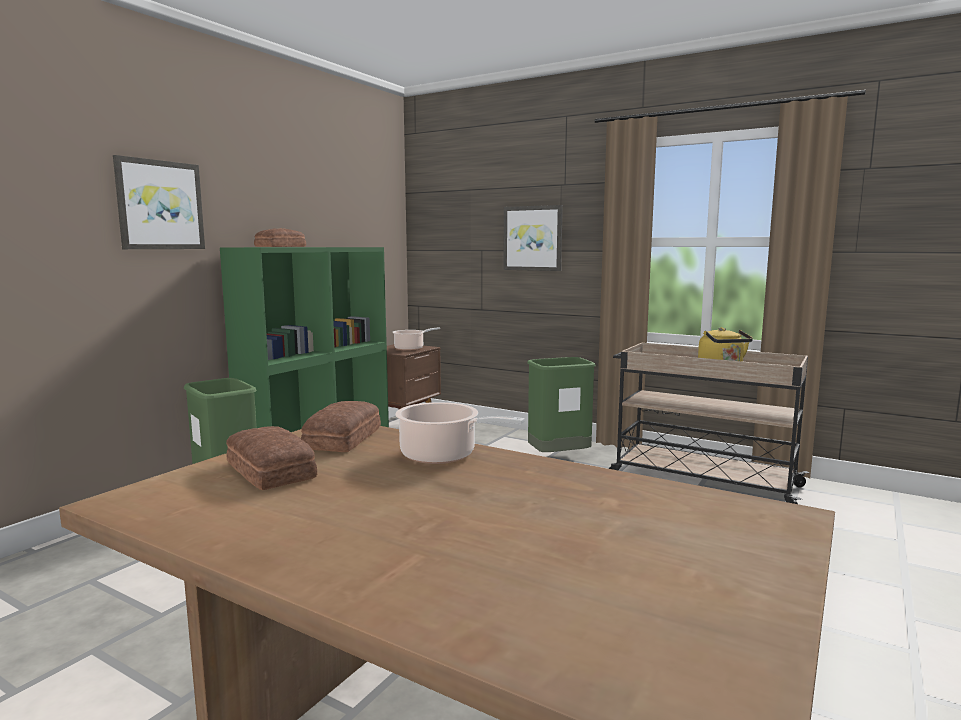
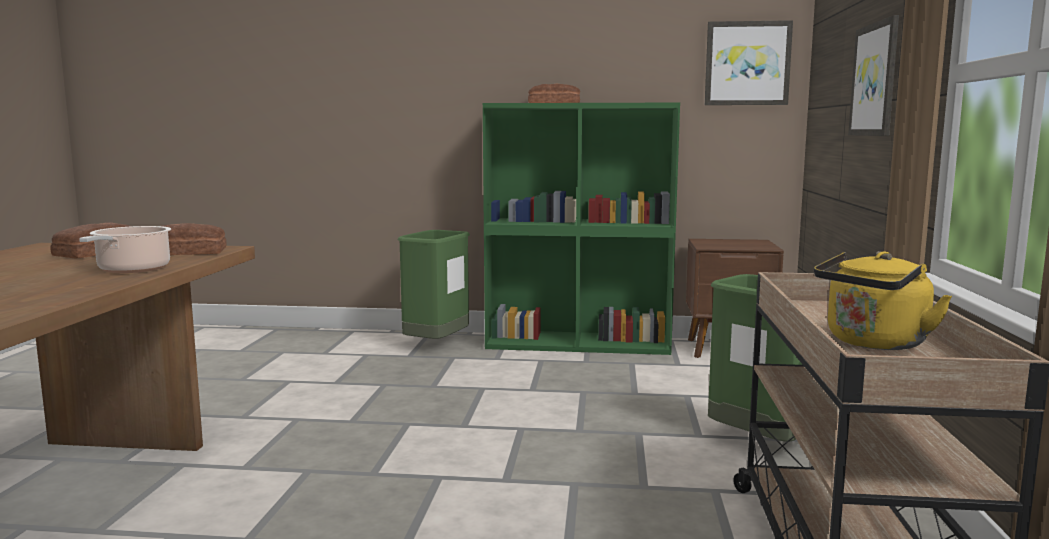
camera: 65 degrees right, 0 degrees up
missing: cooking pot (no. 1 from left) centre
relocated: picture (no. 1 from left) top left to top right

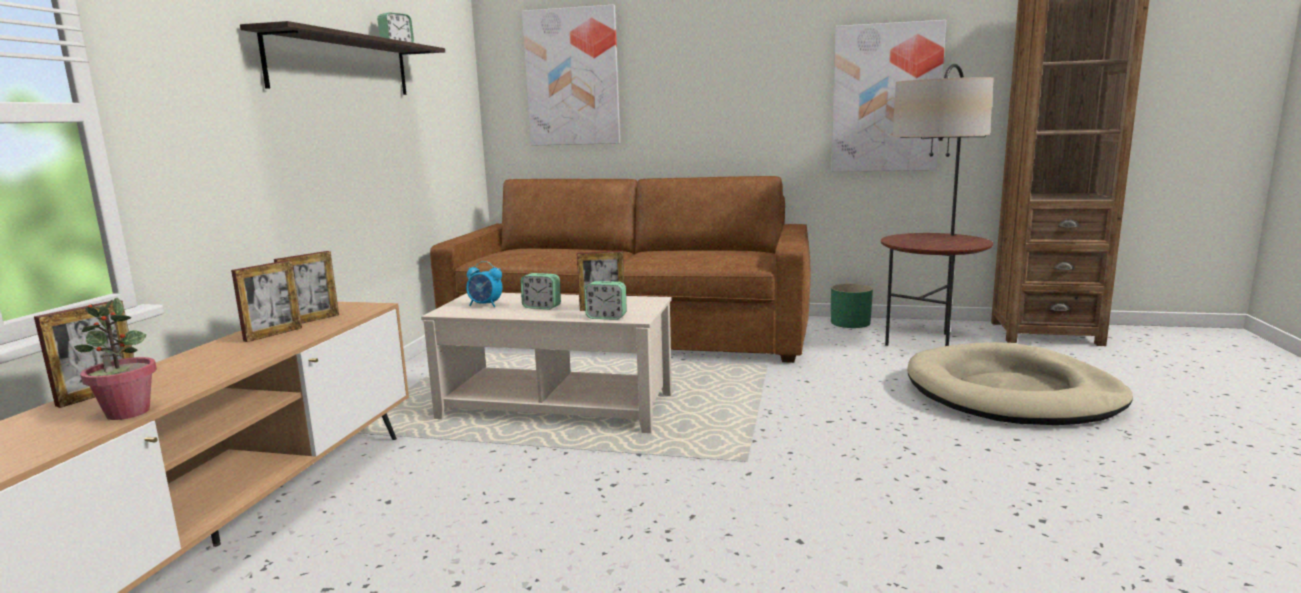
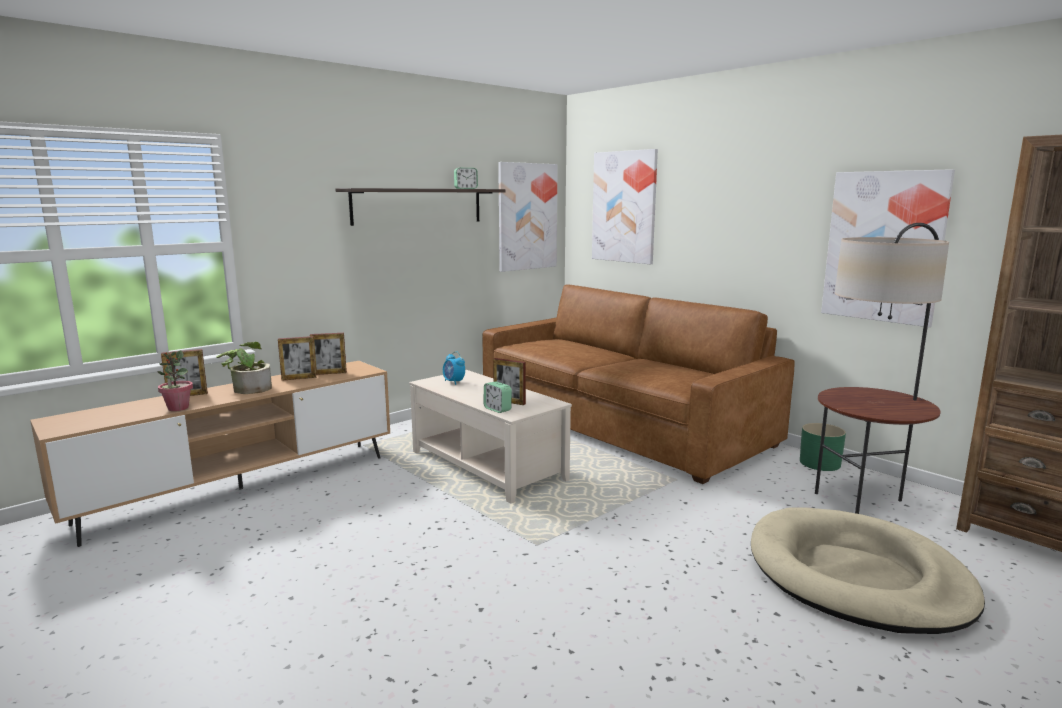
camera: 35 degrees right, 0 degrees up
missing: alarm clock (no. 3 from left) centre
appeared: plant in a pot (no. 2 from left) middle left; picture (no. 1 from left) top centre

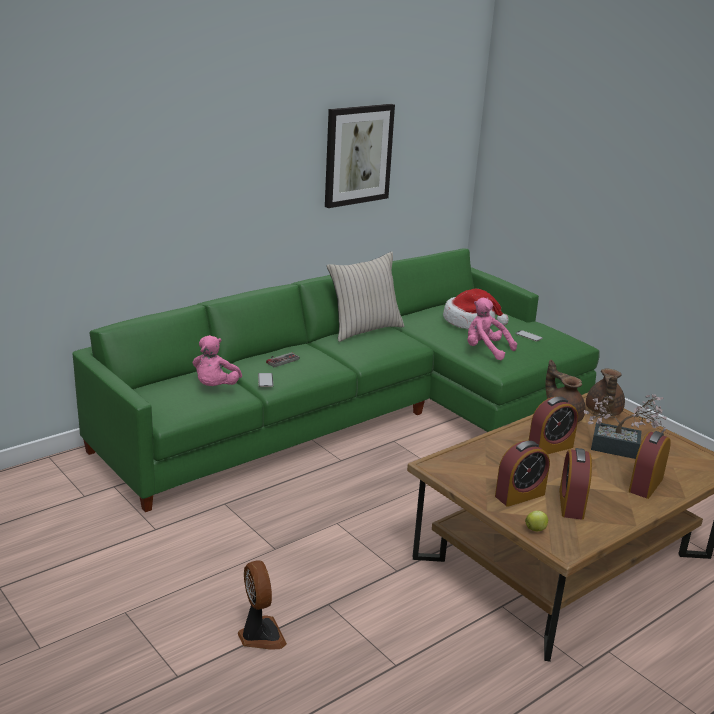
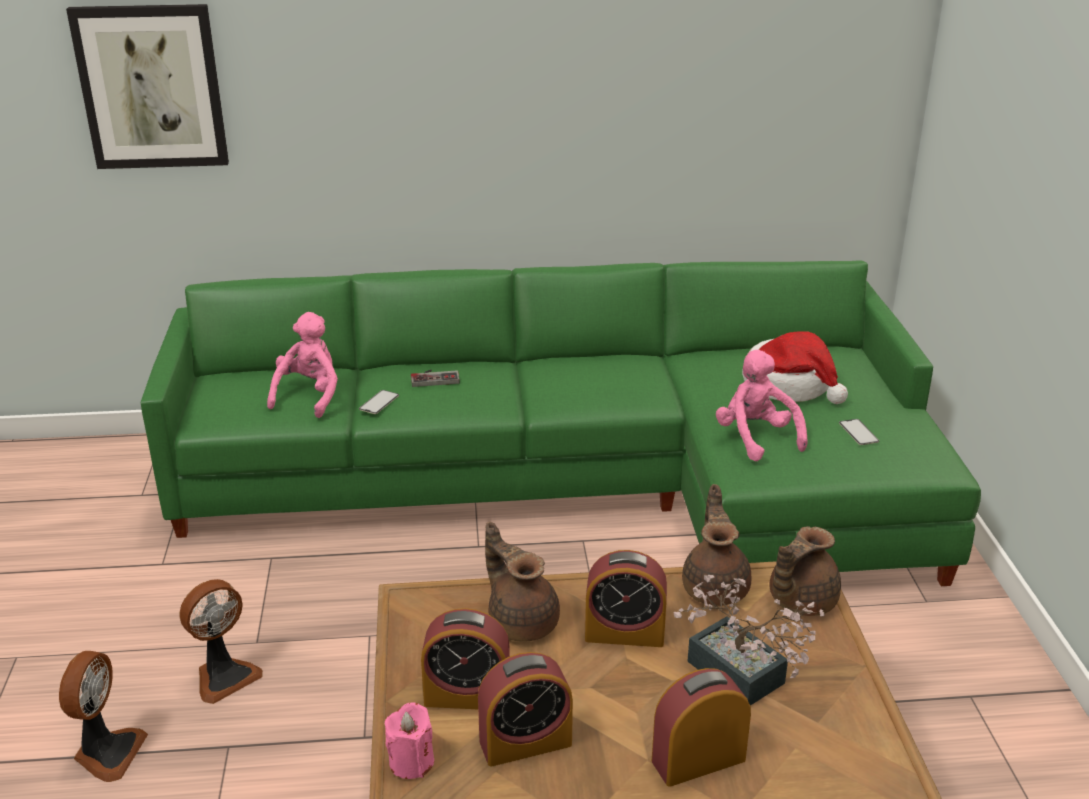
camera: 35 degrees right, 5 degrees up
missing: beige throw pillow centre
appeared: fan (no. 2 from left) bottom left; brown-coloured tea pot (no. 1 from left) bottom centre
relocated: picture top centre to top left
exchanged: apple fruit bottom right to pinkish wax light bottom centre
spun: pinkish plush toy (no. 1 from left) middle left = middle left 150 degrees clockwise; alarm clock (no. 3 from left in the first image) bottom right = bottom centre 150 degrees counterclockwise

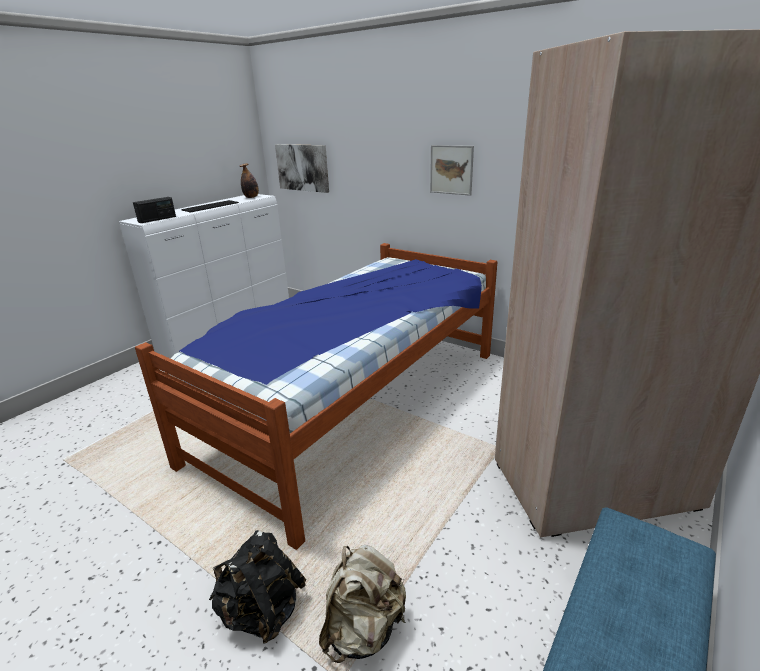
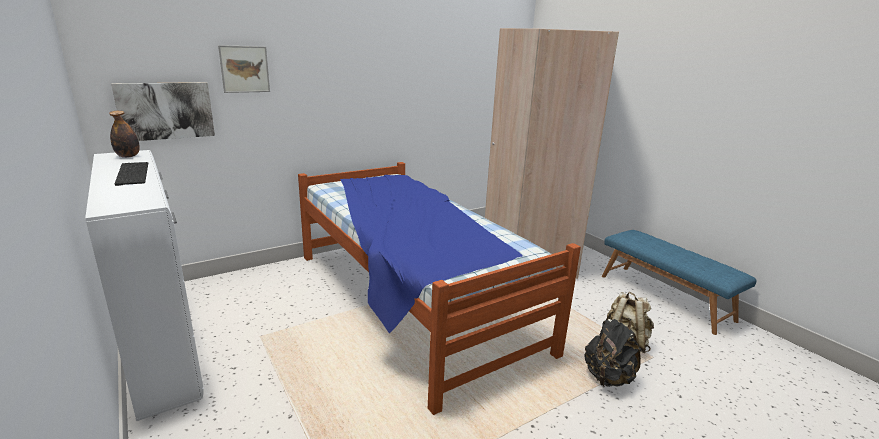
camera: 70 degrees left, 5 degrees down
missing: radio receiver top left
relocated: picture (no. 2 from left) top centre to top left

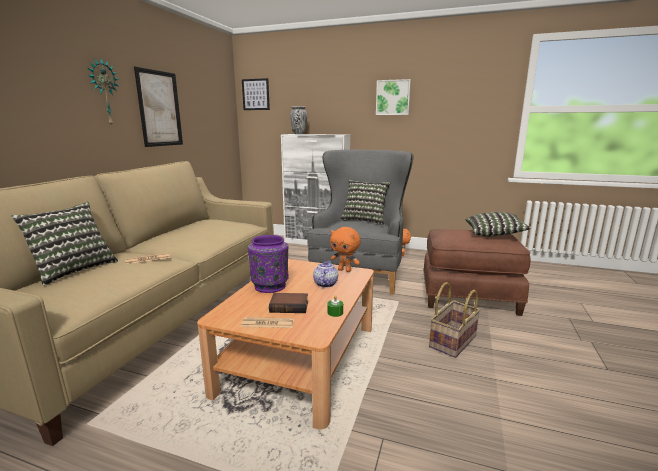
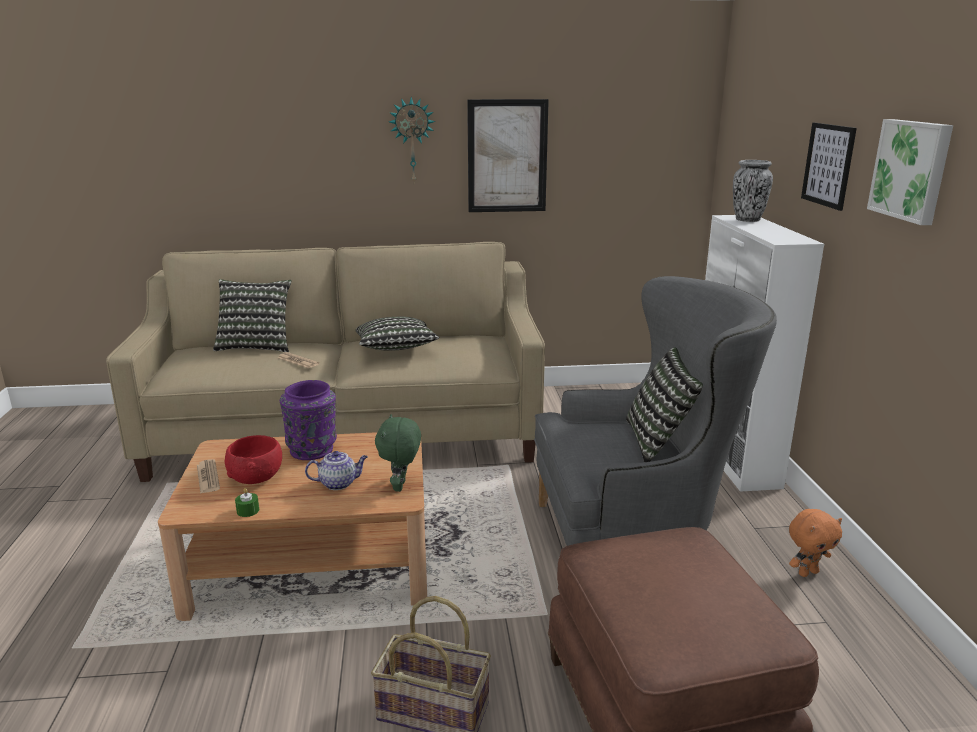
camera: 65 degrees right, 5 degrees up
relocated: picture (no. 2 from left) top centre to top right; throw pillow (no. 3 from left in the first image) middle right to throw pillow (no. 2 from left) centre
exchanged: book centre to red-coloured deep dish middle left
colour: orangey plush toy (no. 1 from left) centre to green-coloured plush toy centre

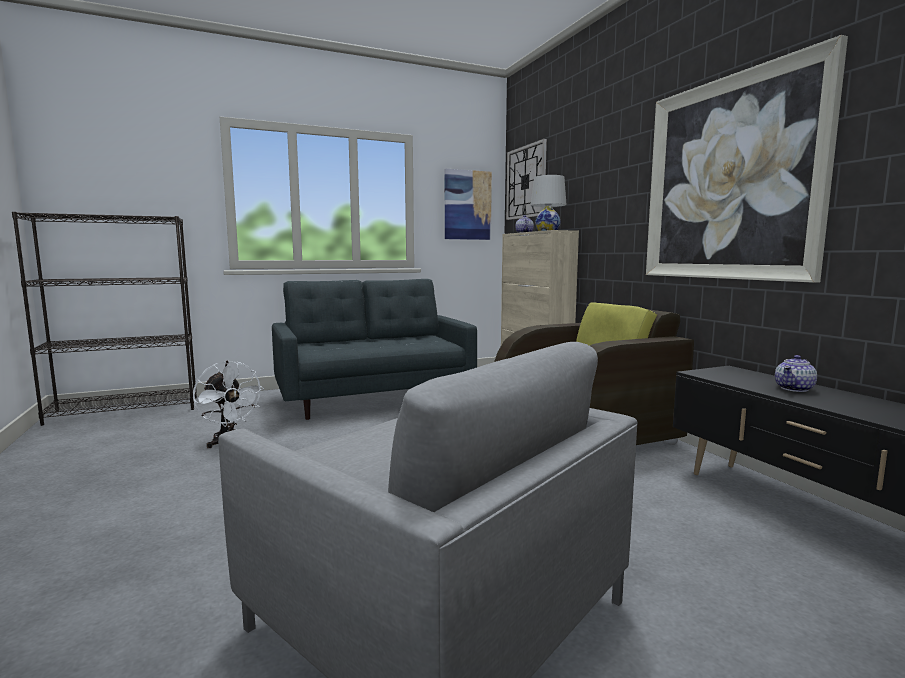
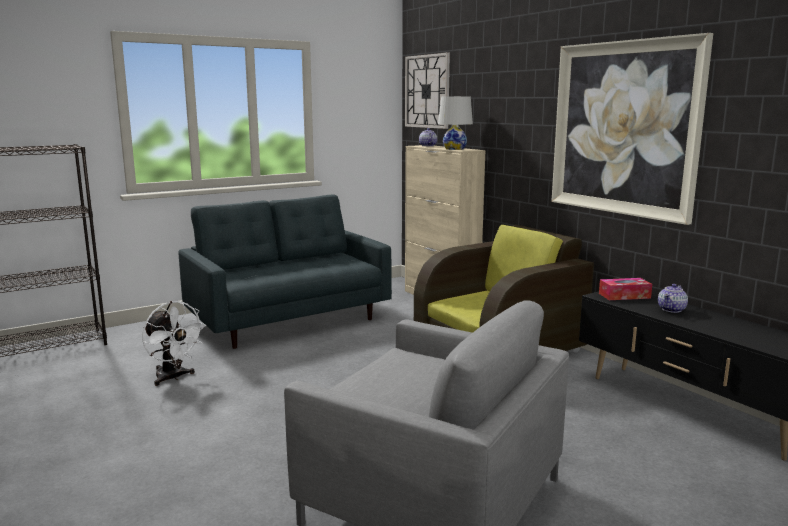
camera: 10 degrees left, 5 degrees up
missing: picture (no. 1 from left) top centre
appeared: tissue box middle right

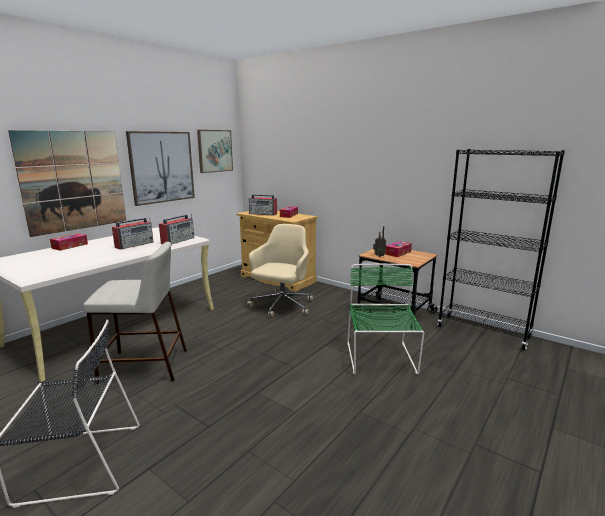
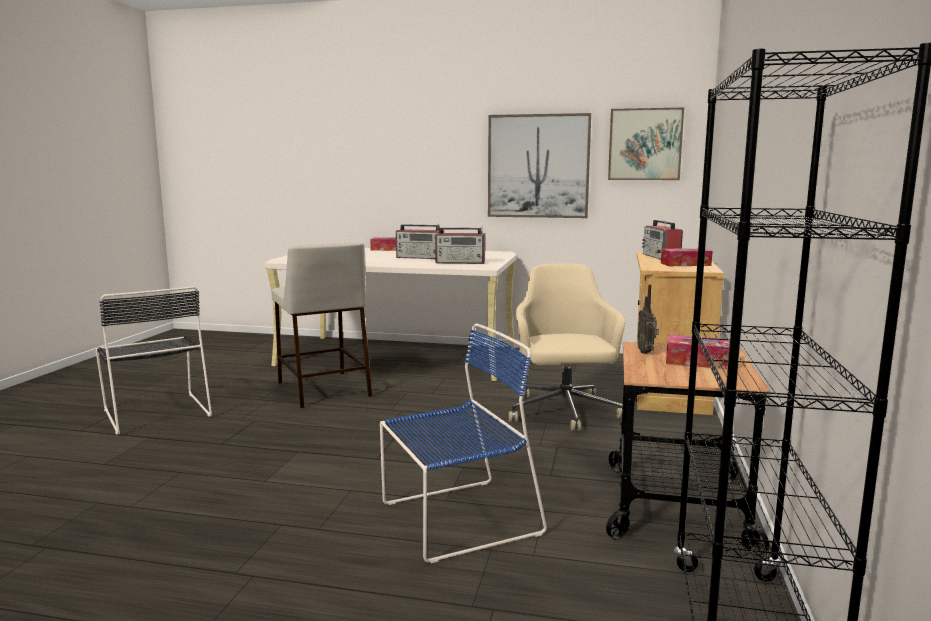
camera: 65 degrees right, 5 degrees down
missing: picture (no. 1 from left) middle left
colour: green-coloured chair centre to blue chair bottom centre
spun: beige computer chair centre = centre 90 degrees counterclockwise

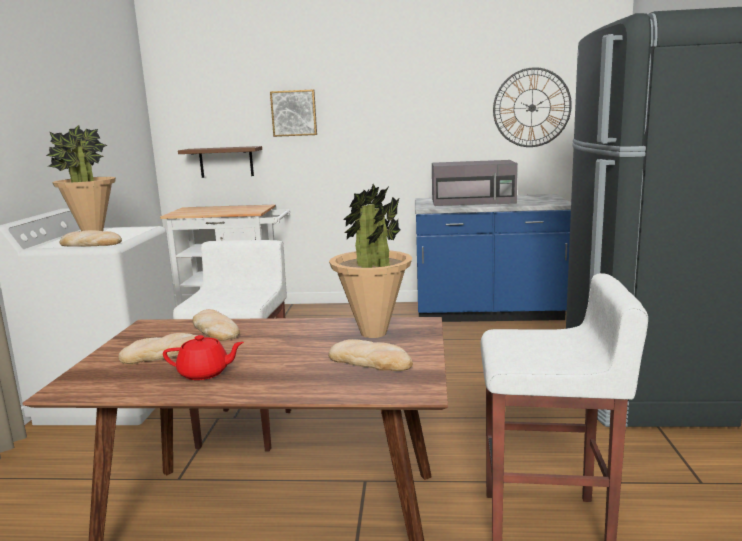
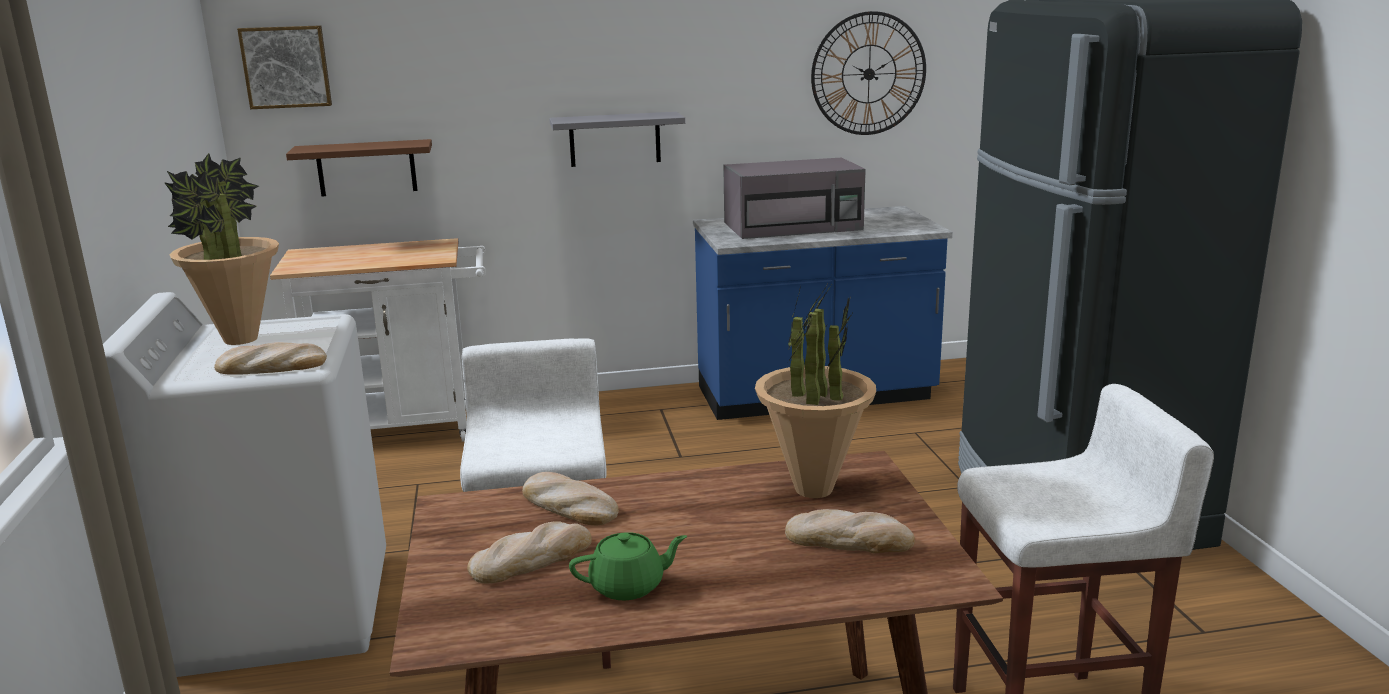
camera: 15 degrees left, 5 degrees up
appeared: grey bracket shelf top centre
relocated: picture top centre to top left
colour: red-coloured tea pot middle left to green-coloured tea pot bottom centre

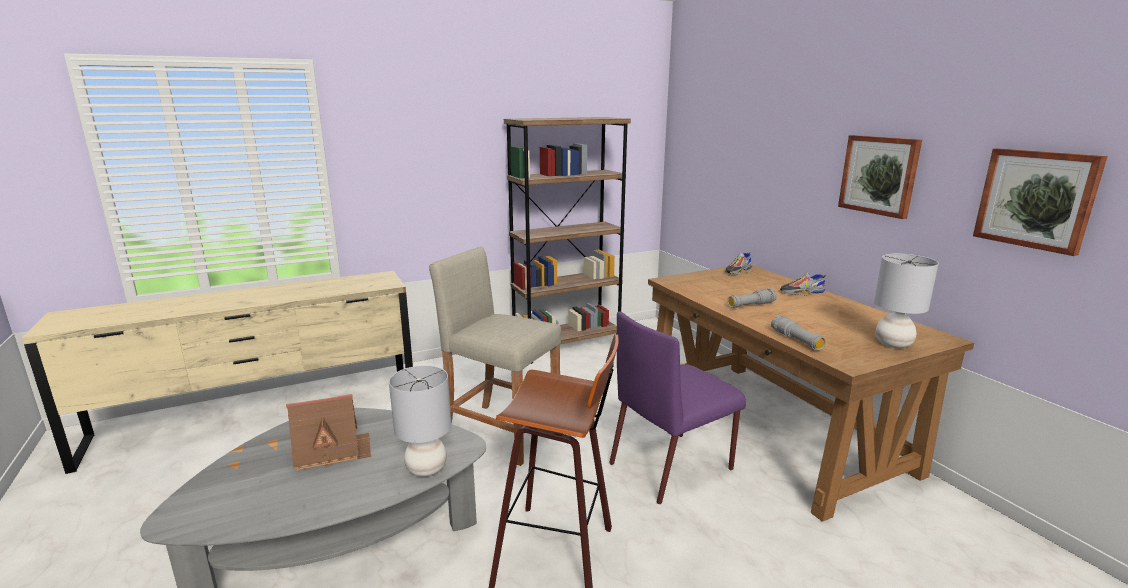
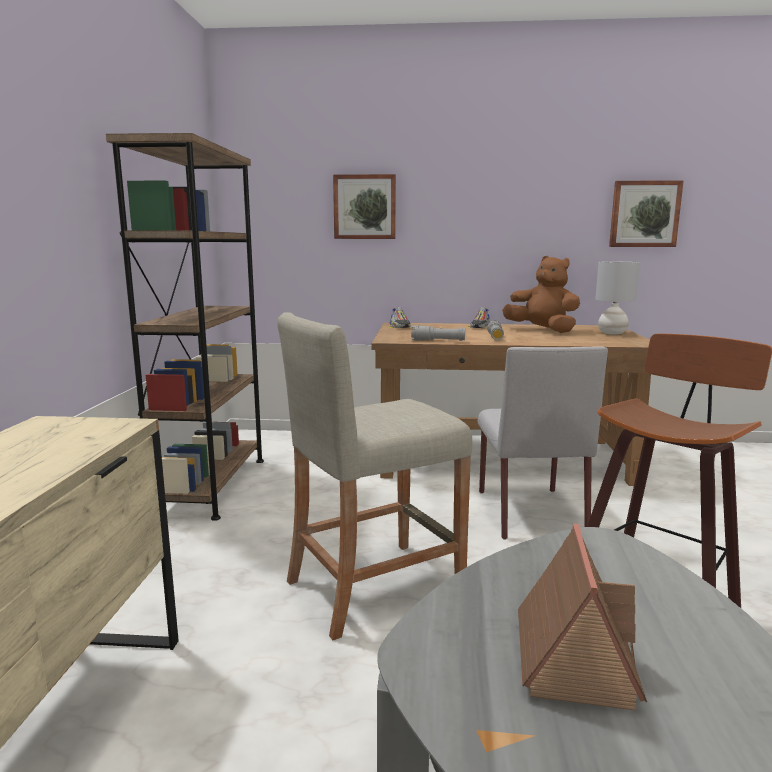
camera: 60 degrees left, 5 degrees down
missing: grey lamp for a table (no. 1 from left) bottom centre
appeared: brown-coloured plush toy middle right
relocated: grey torch (no. 2 from left in the first image) middle right to grey torch (no. 1 from left) centre; picture (no. 1 from left) top right to top centre
colour: purple chair bottom centre to grey chair middle right

